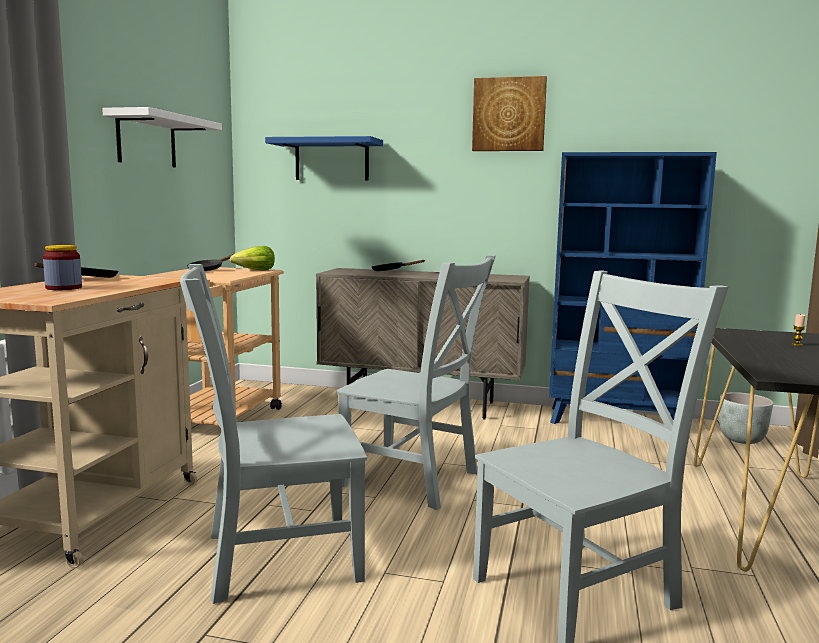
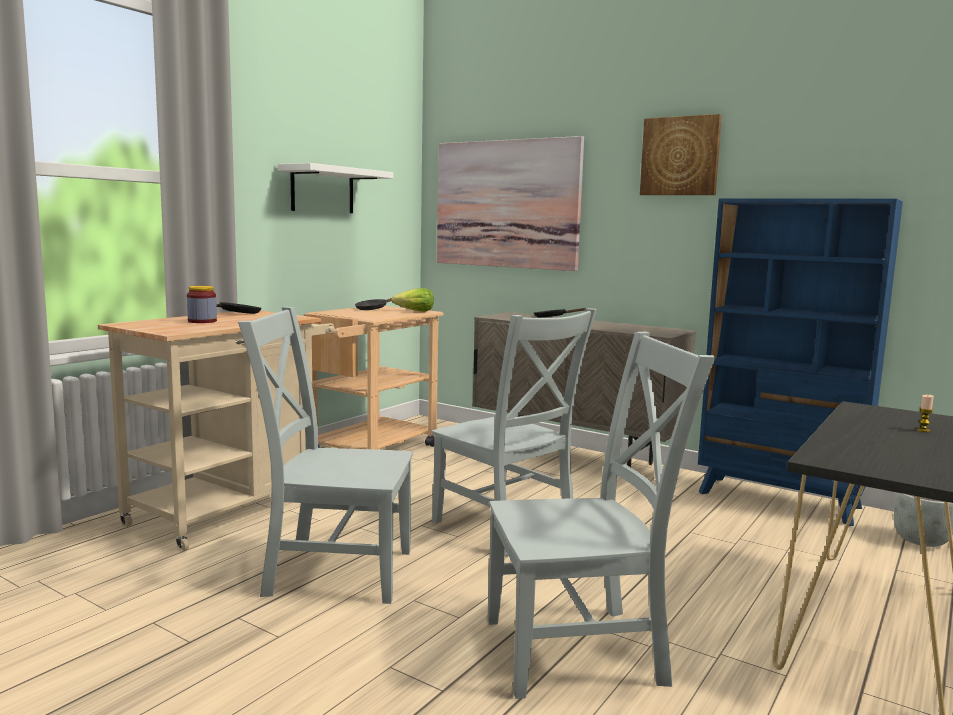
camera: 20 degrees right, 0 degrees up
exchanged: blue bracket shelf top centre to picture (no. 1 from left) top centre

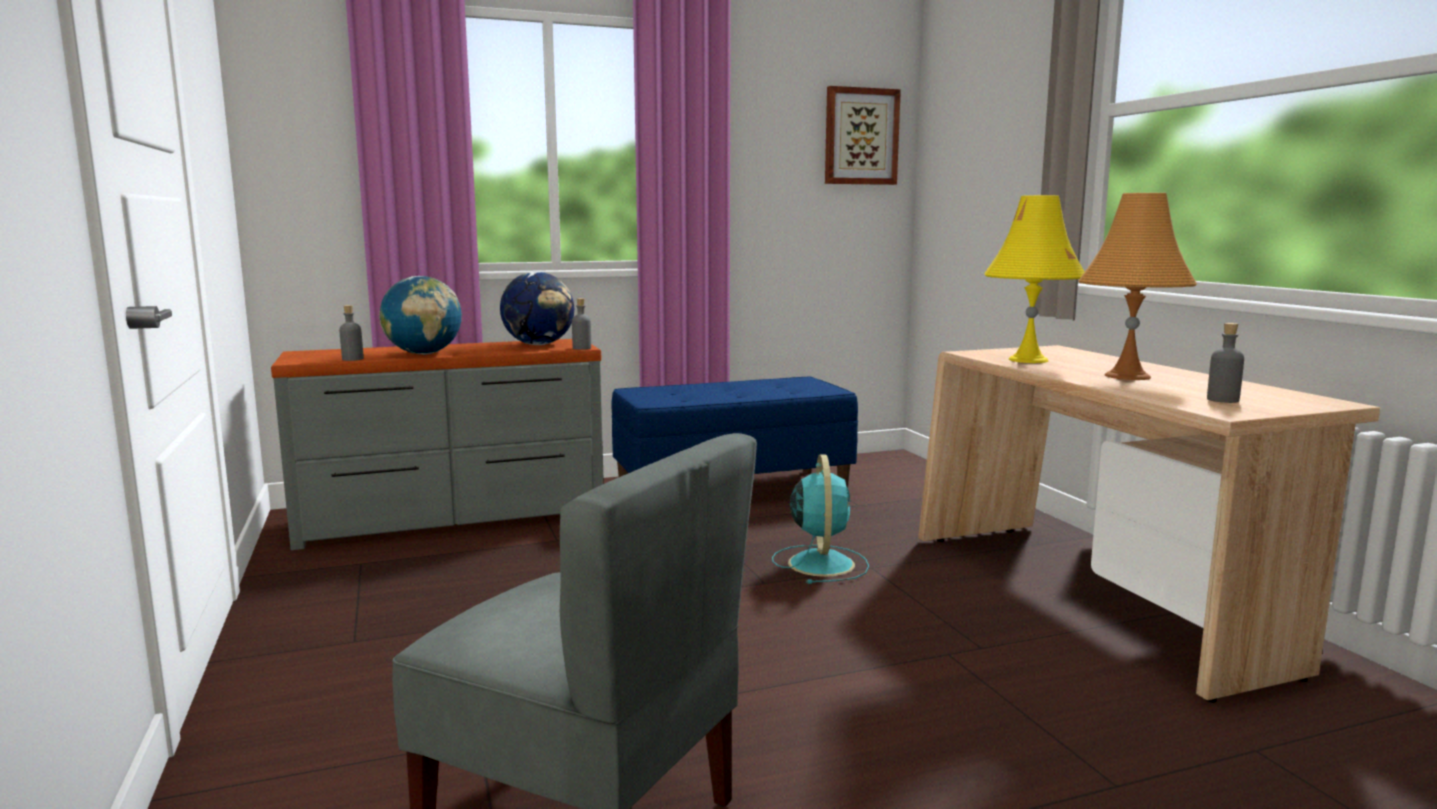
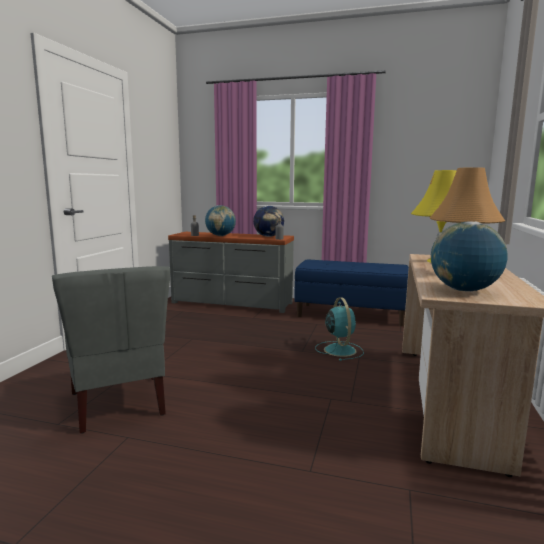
camera: 35 degrees right, 0 degrees up
missing: picture top centre
exchanged: grey beverage bottle (no. 3 from left) middle right to globe (no. 3 from left) middle right
spun: turquoise-coloured fan centre = centre 45 degrees counterclockwise

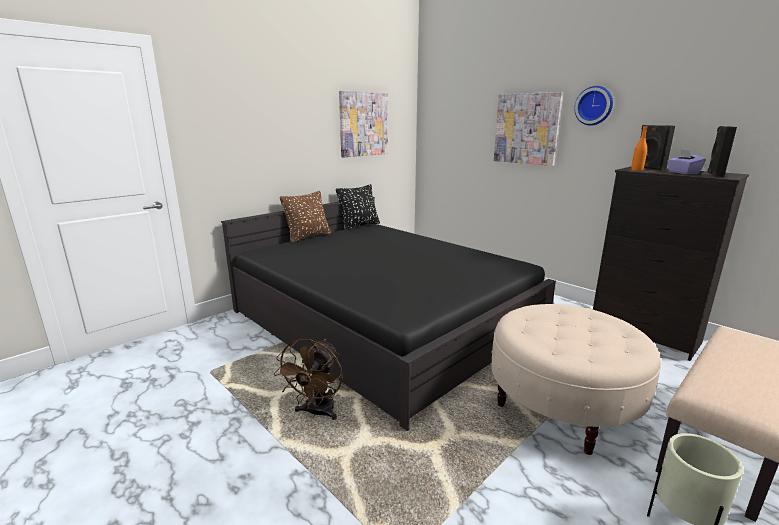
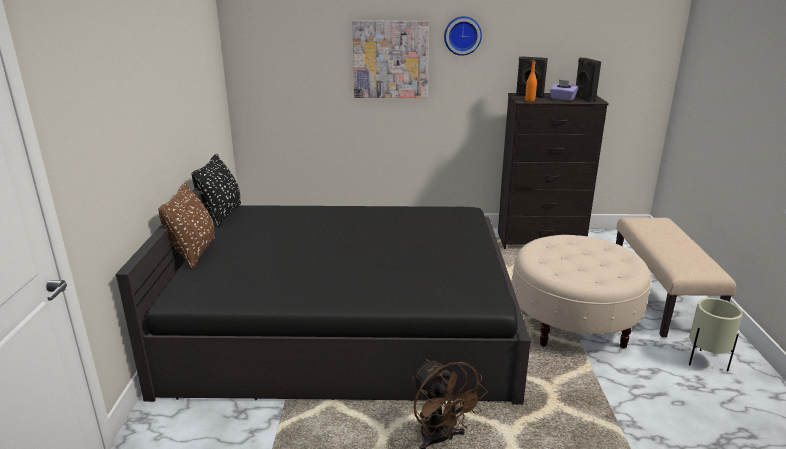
camera: 45 degrees left, 5 degrees up
missing: picture (no. 1 from left) top centre

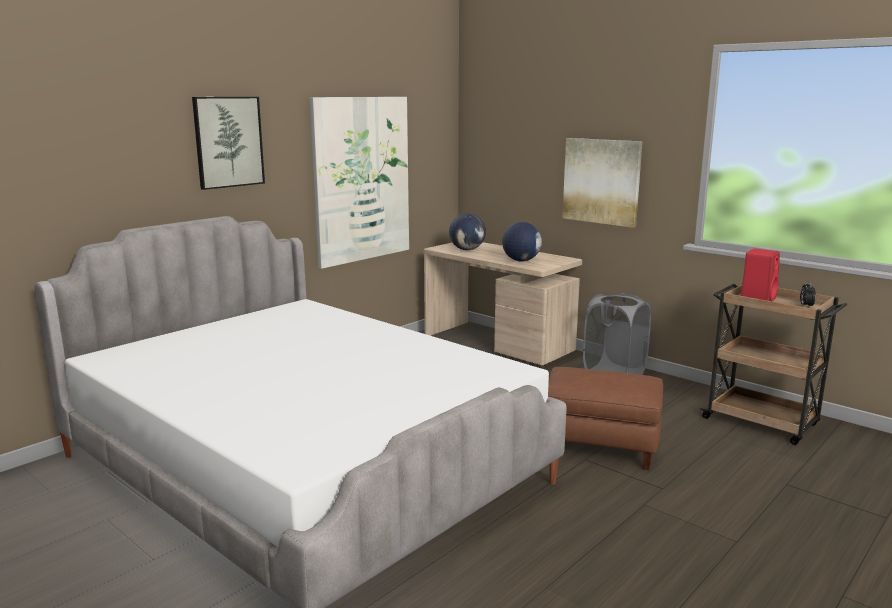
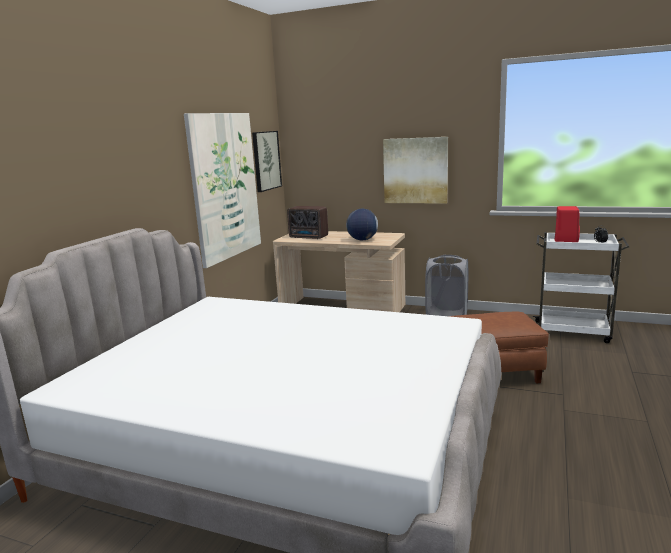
camera: 20 degrees left, 0 degrees up
relocated: picture (no. 1 from left in the first image) top left to picture (no. 2 from left) top centre
exchanged: globe (no. 1 from left) centre to radio receiver centre
colour: brown-coloured wheeled cart middle right to white-coloured wheeled cart middle right

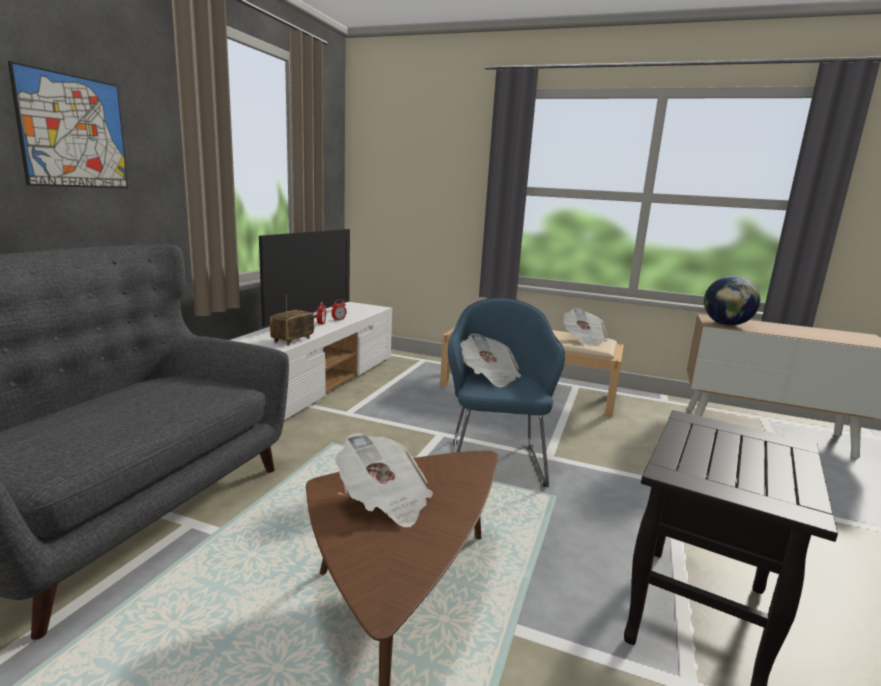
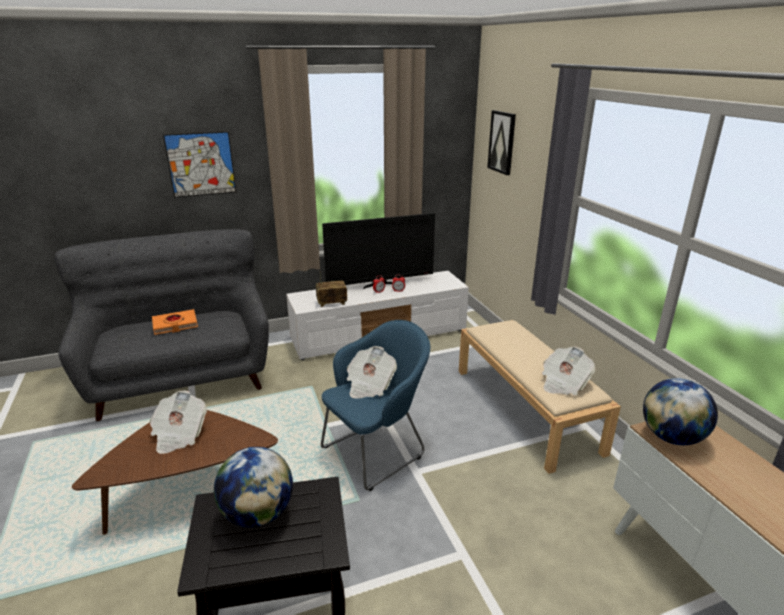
camera: 50 degrees right, 10 degrees up
appeared: orangey book middle left; globe (no. 1 from left) bottom left; picture (no. 2 from left) top centre

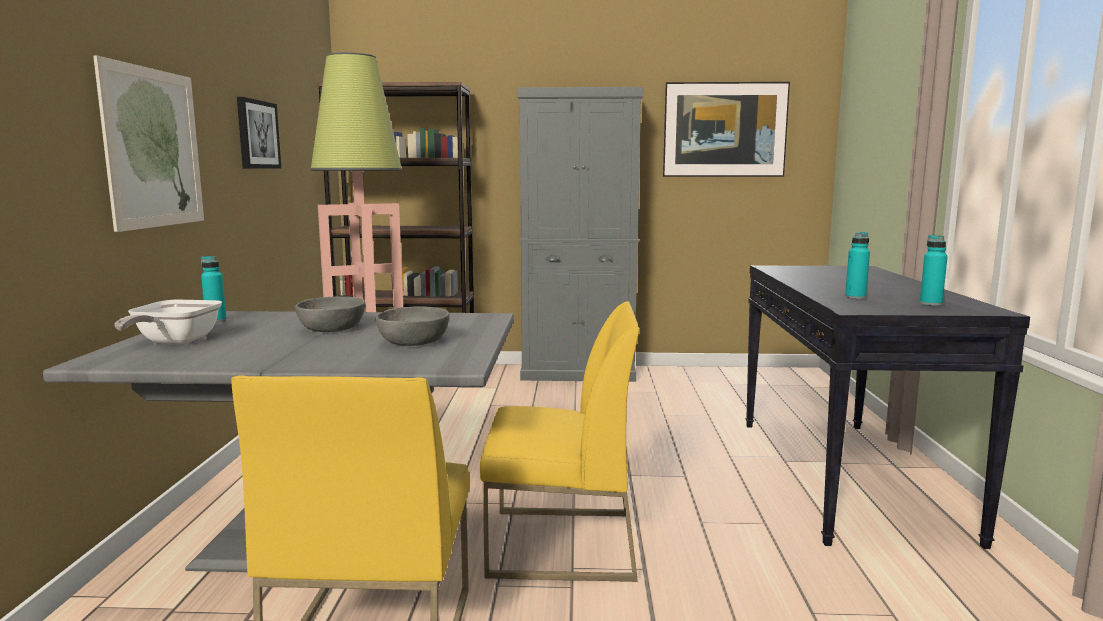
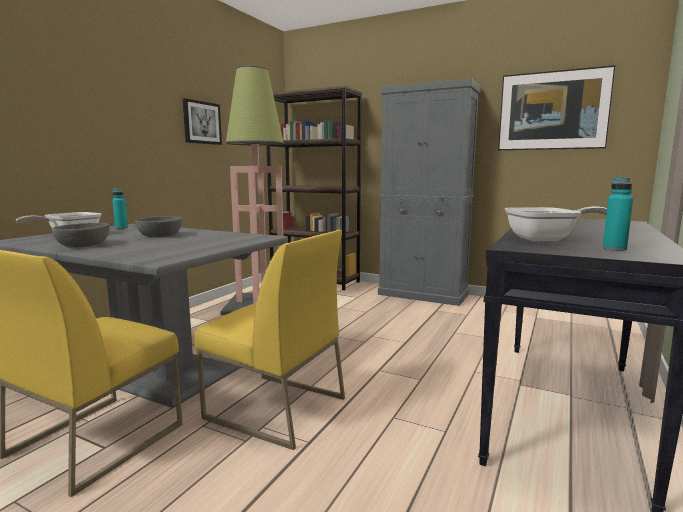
camera: 25 degrees right, 0 degrees up
missing: picture (no. 1 from left) top left
relocated: grey deep dish (no. 2 from left in the first image) centre to grey deep dish (no. 1 from left) middle left
exchanged: turquoise-coloured beverage bottle (no. 2 from left) middle right to pan (no. 2 from left) middle right

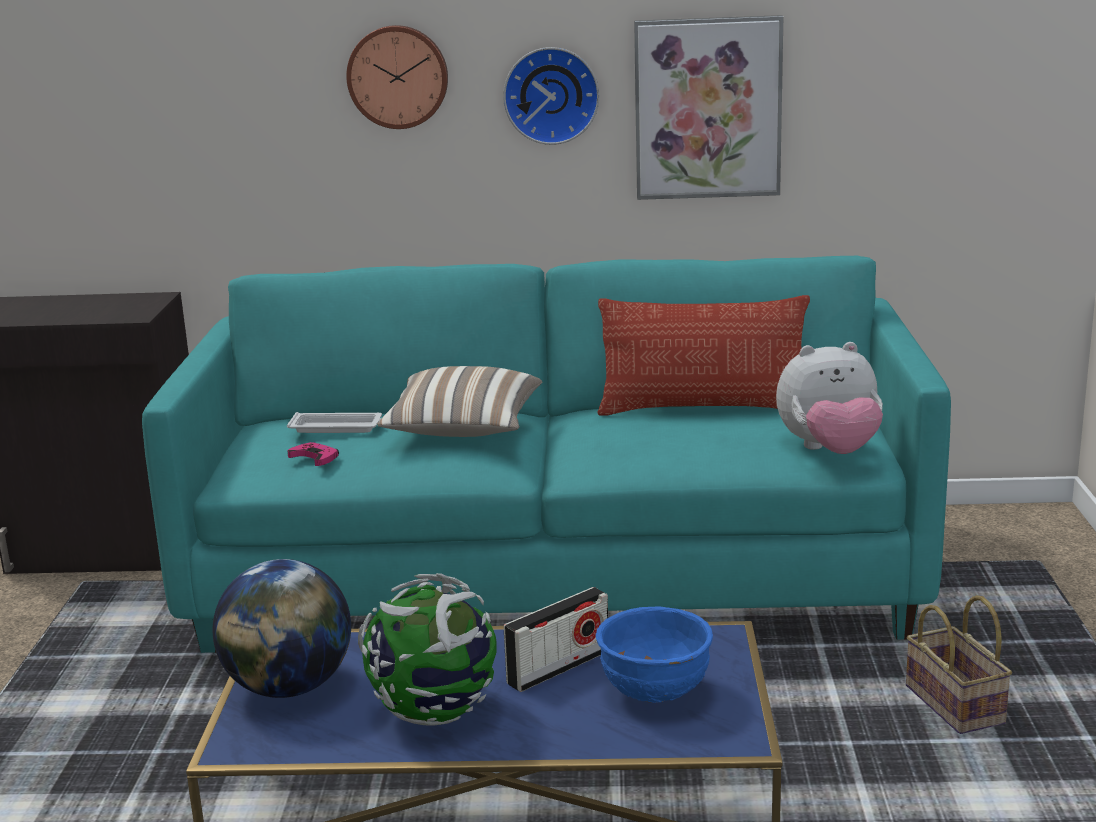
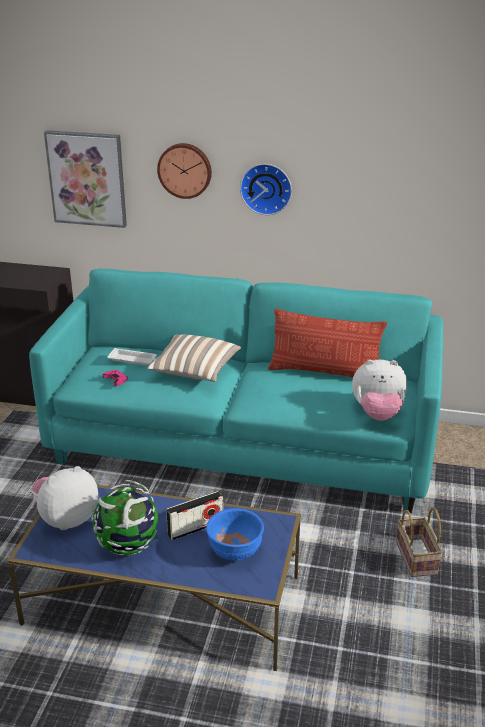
camera: 10 degrees right, 10 degrees up
relocated: picture top centre to top left
exchanged: globe (no. 1 from left) bottom left to plush toy (no. 1 from left) bottom left

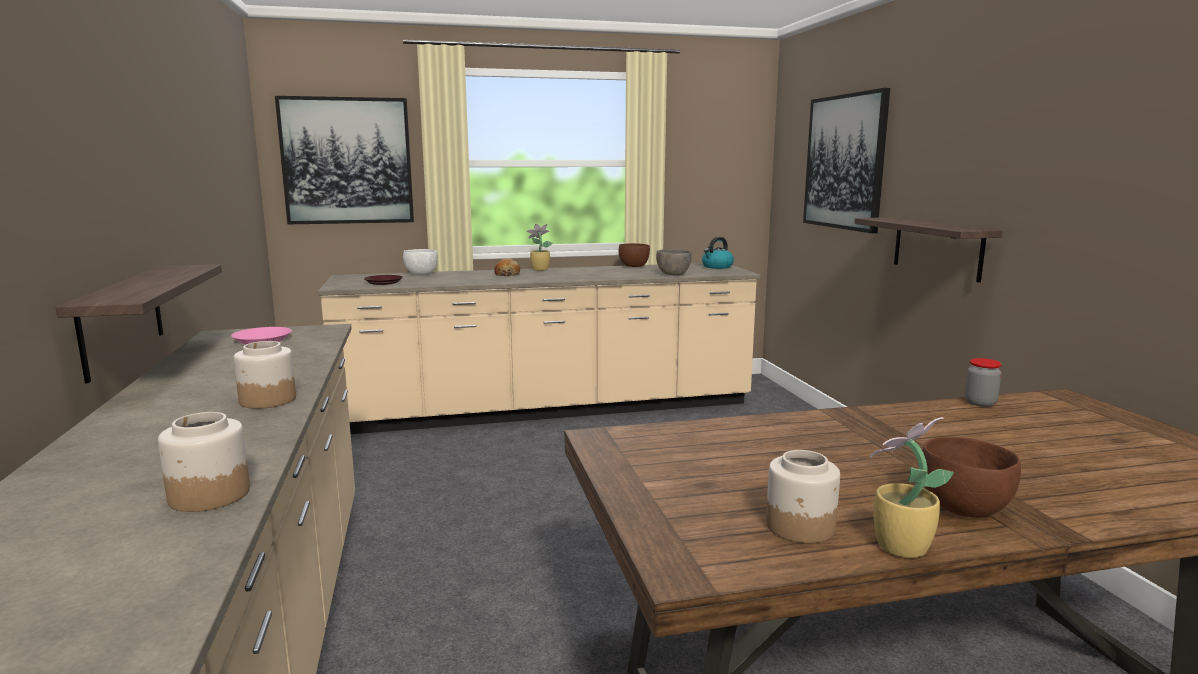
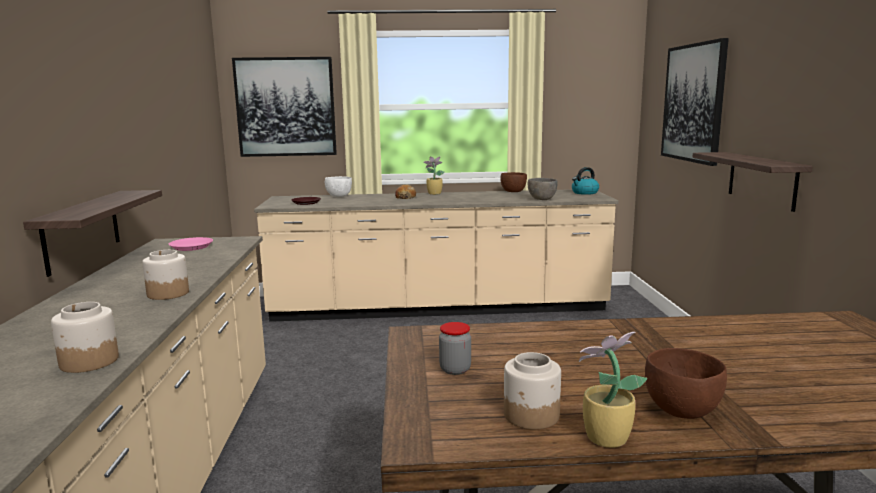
camera: 10 degrees right, 0 degrees up
relocated: jar (no. 4 from left in the first image) middle right to jar (no. 3 from left) bottom centre

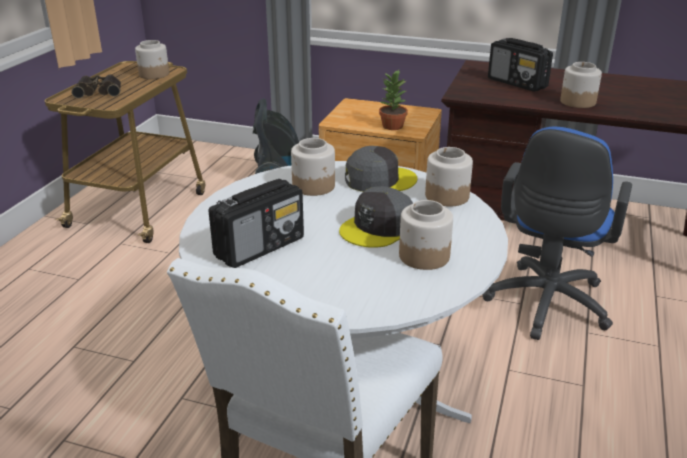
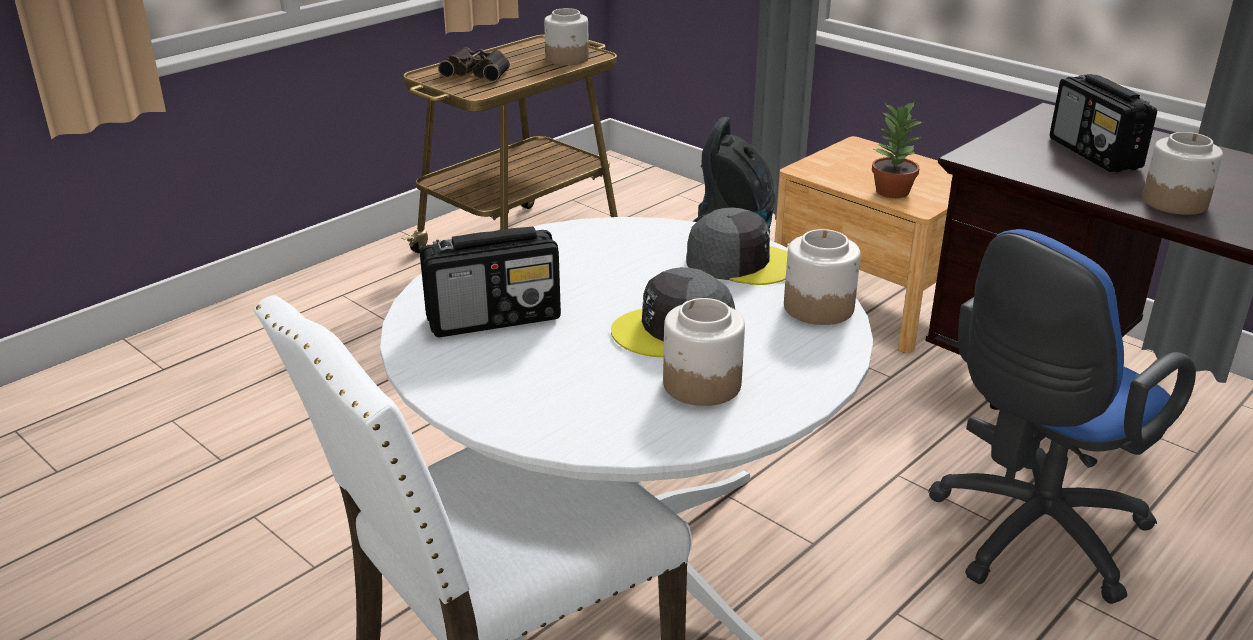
camera: 25 degrees right, 0 degrees up
missing: jar (no. 2 from left) centre

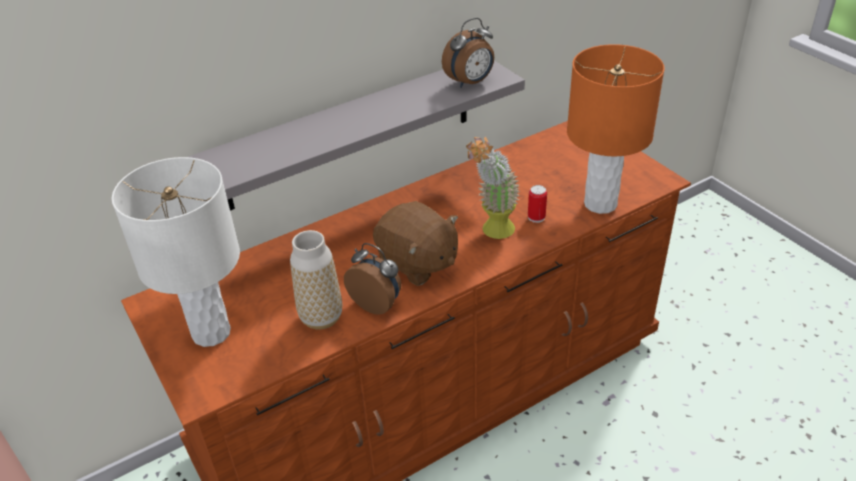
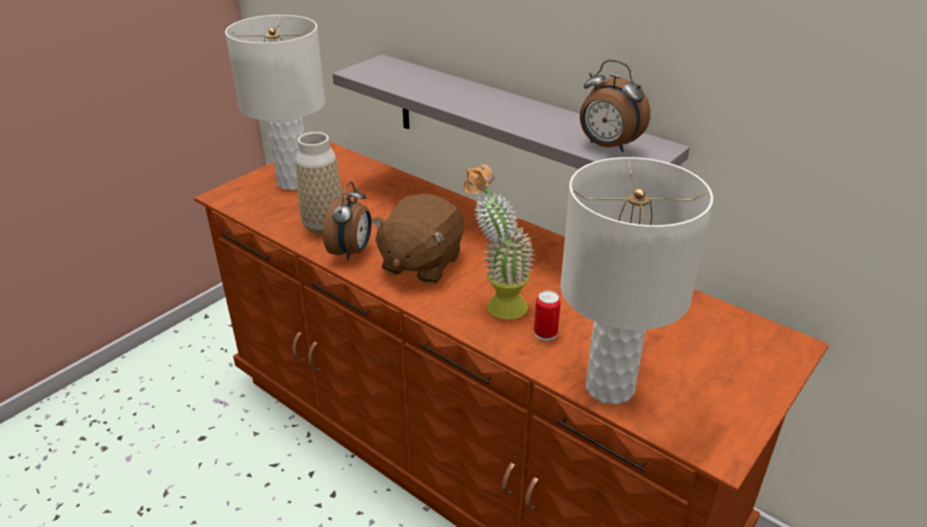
camera: 70 degrees right, 5 degrees down
colour: orangey lamp for a table top right to white-coloured lamp for a table (no. 2 from left) middle right

